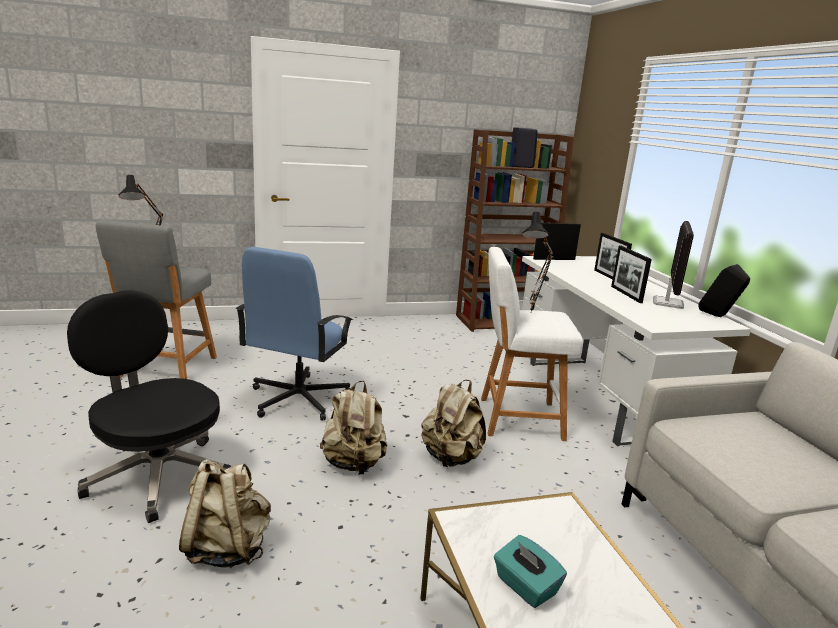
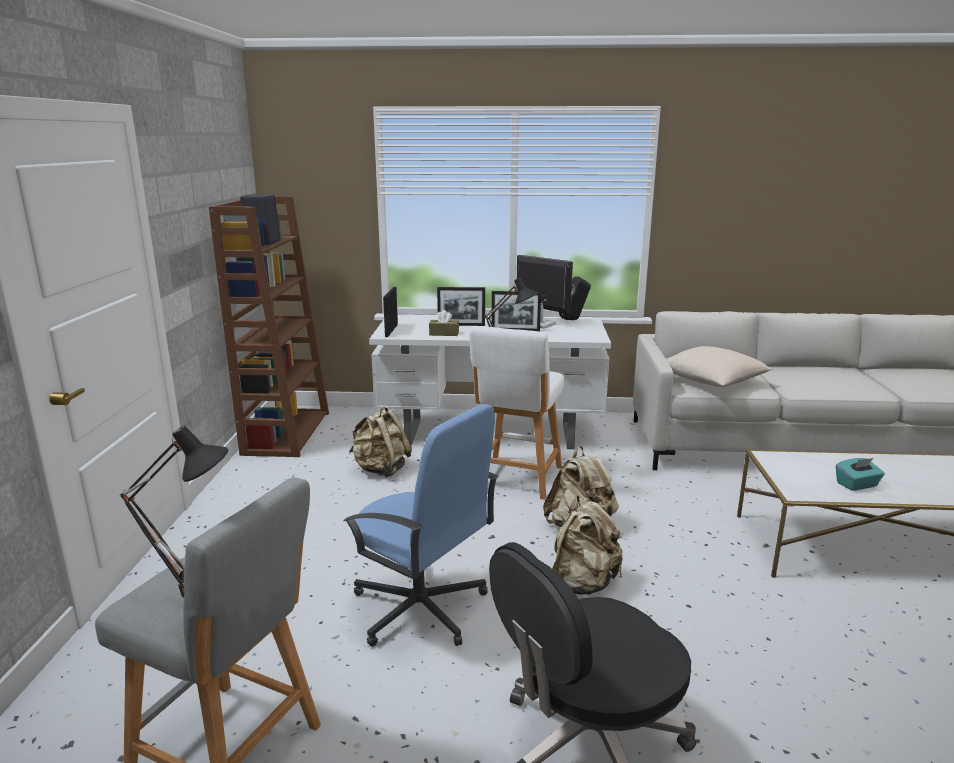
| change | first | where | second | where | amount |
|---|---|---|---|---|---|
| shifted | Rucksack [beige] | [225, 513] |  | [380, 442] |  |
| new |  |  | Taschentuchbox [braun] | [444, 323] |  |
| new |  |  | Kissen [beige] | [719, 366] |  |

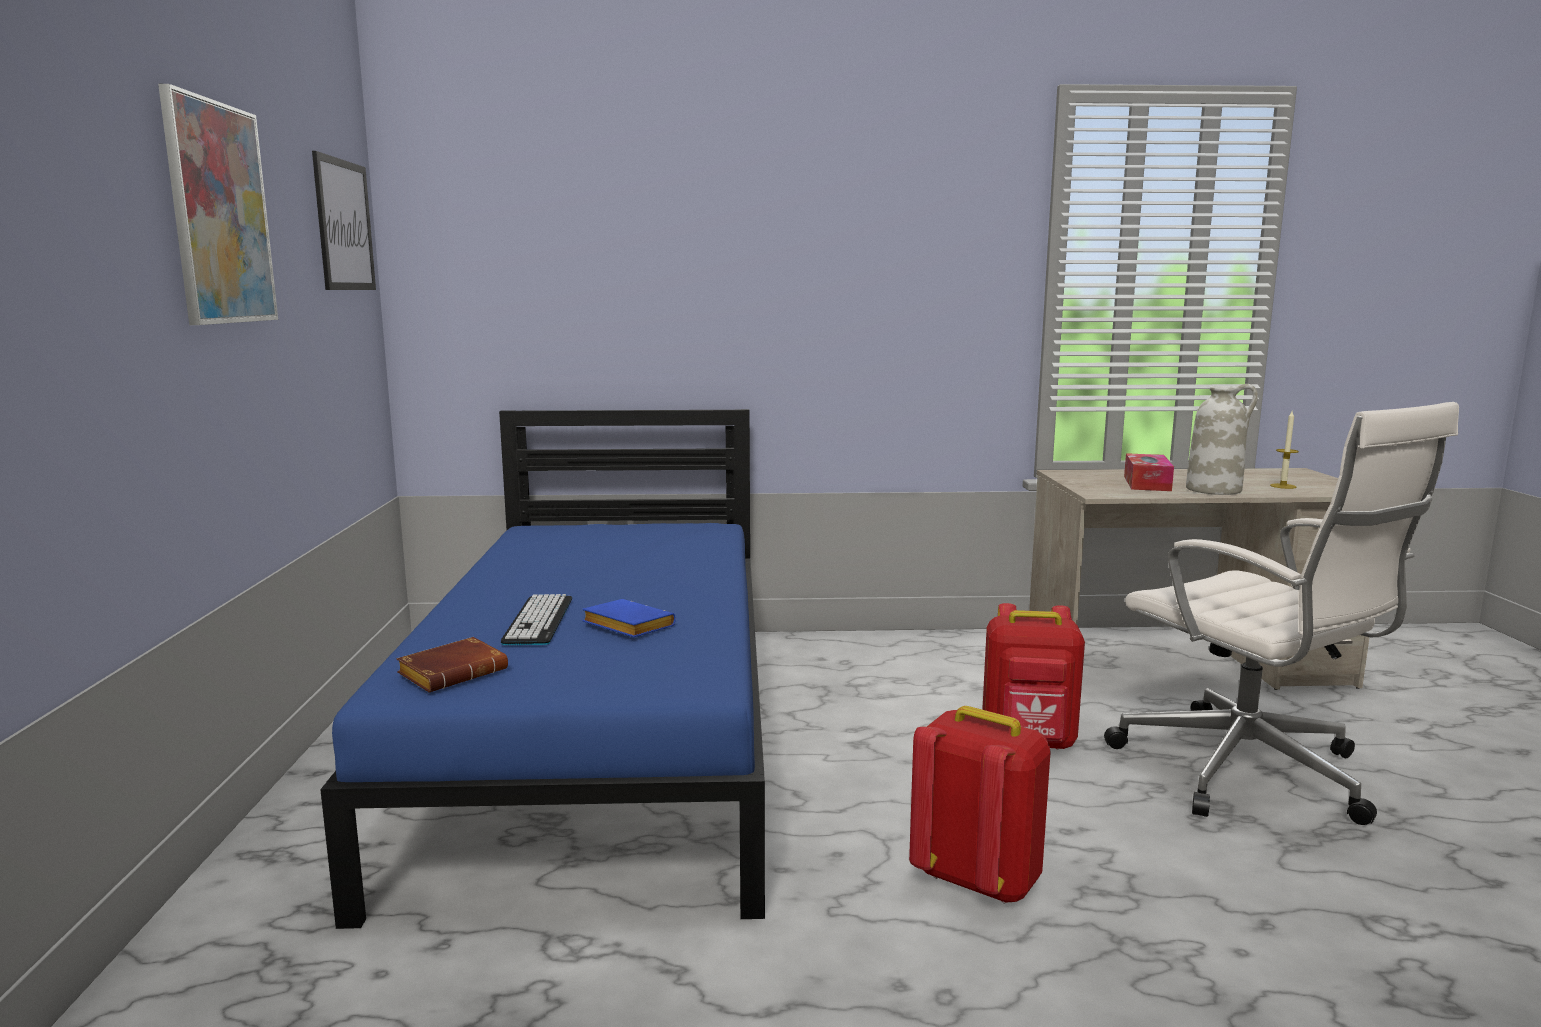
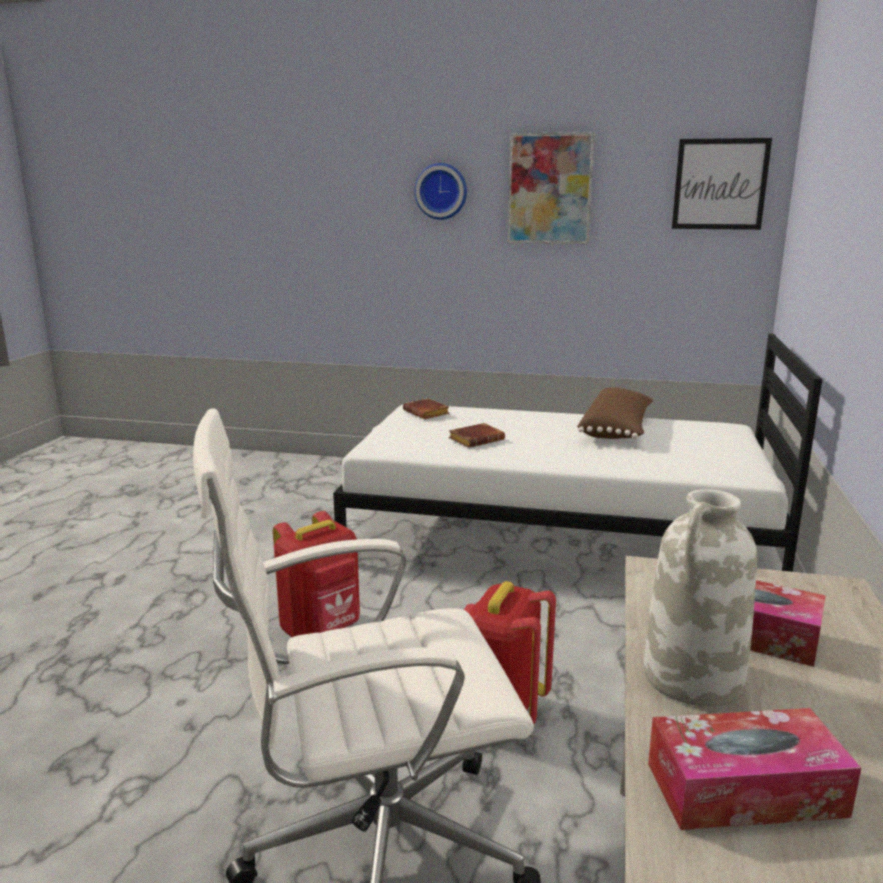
| change | first | where | second | where | amount |
|---|---|---|---|---|---|
| repainted | Bett [blau] | [542, 669] | Bett [weiß] | [577, 453] |  |
| new |  |  | Wanduhr | [440, 191] |  |
| repainted | Buch [blau] | [629, 618] | Buch [braun] | [477, 435] |  |
| new |  |  | Kissen [braun] | [615, 413] |  |
| swapped | Kerze | [1284, 450] | Taschentuchbox | [754, 769] |  |
| gone | Tastatur | [536, 619] |  |  |  |

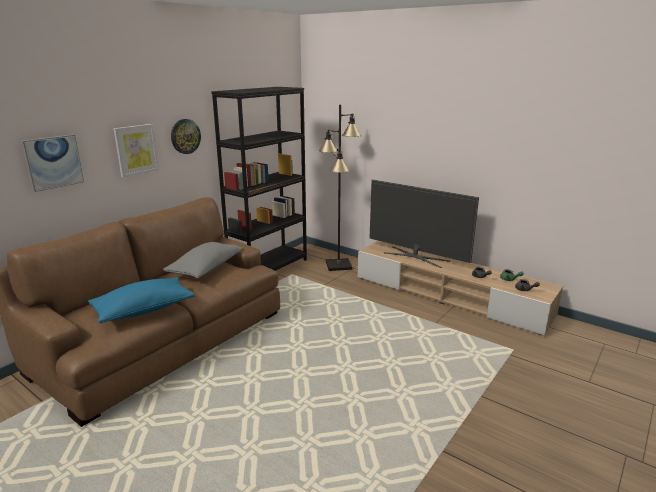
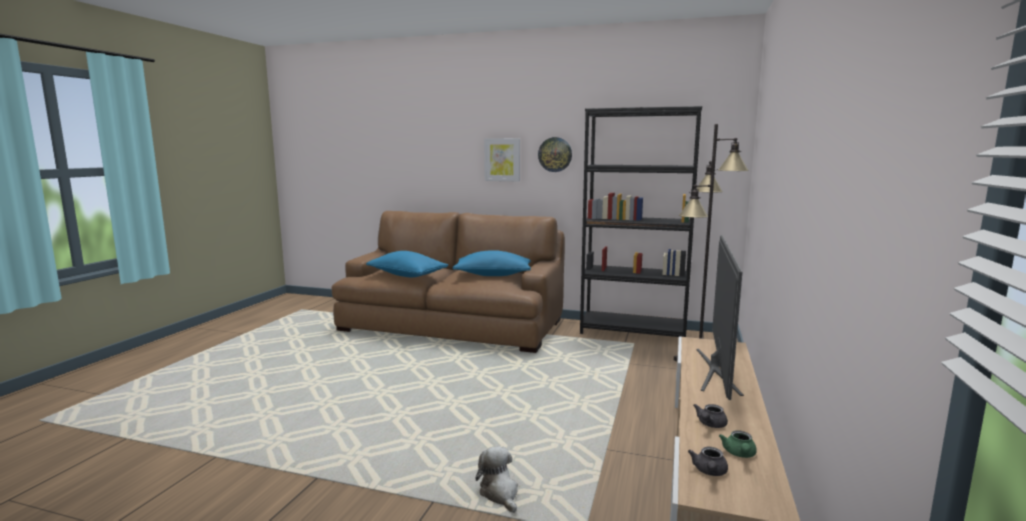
| change | first | where | second | where | amount |
|---|---|---|---|---|---|
| repainted | Kissen [grau] | [203, 260] | Kissen [blau] | [492, 263] |  |
| new |  |  | Plüschtier | [496, 479] |  |
| gone | Bild | [52, 163] |  |  |  |

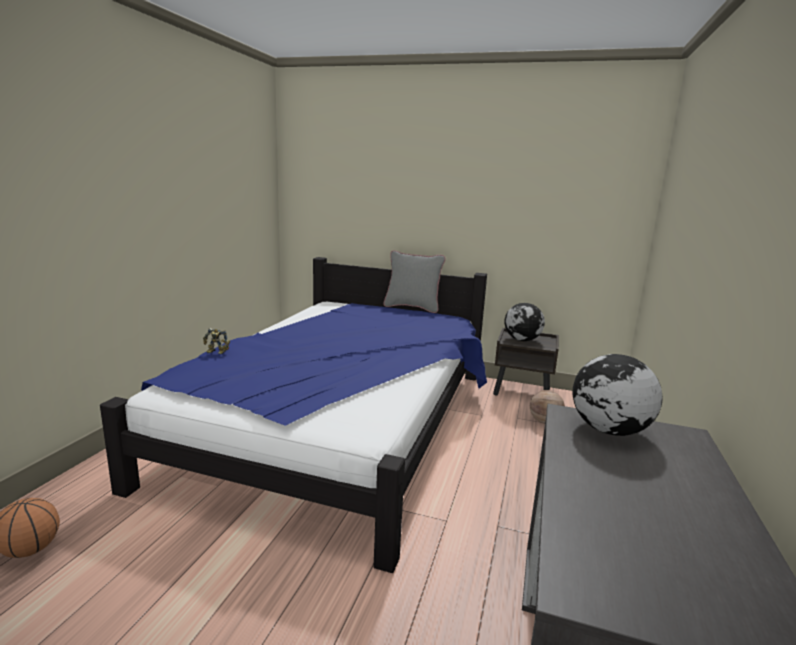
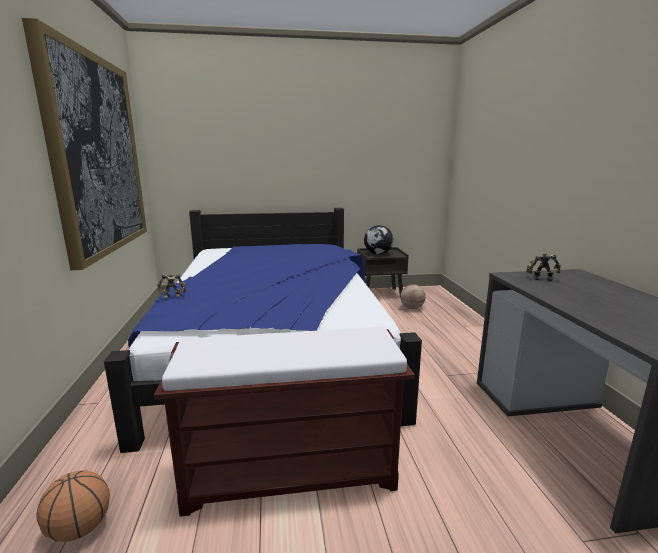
| change | first | where | second | where | amount |
|---|---|---|---|---|---|
| new |  |  | Bild | [84, 144] |  |
| new |  |  | Bank [braun] | [284, 421] |  |
| swapped | Globus | [617, 395] | Spielzeugroboter | [543, 267] |  |
| gone | Kissen [grau] | [414, 281] |  |  |  |

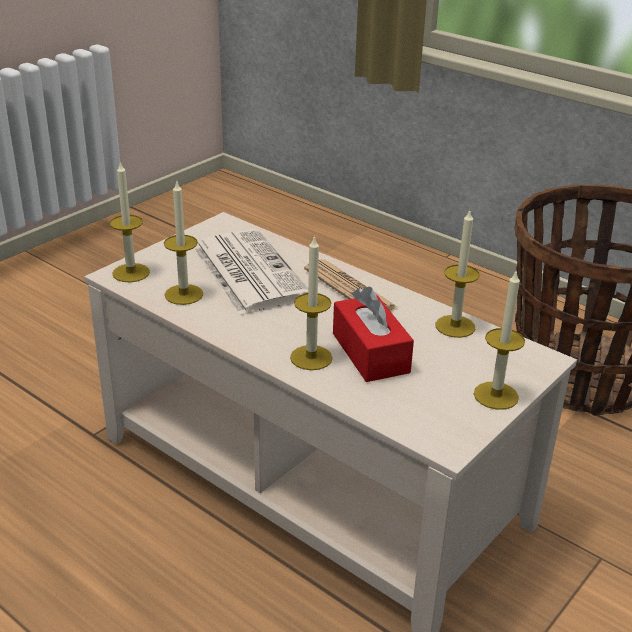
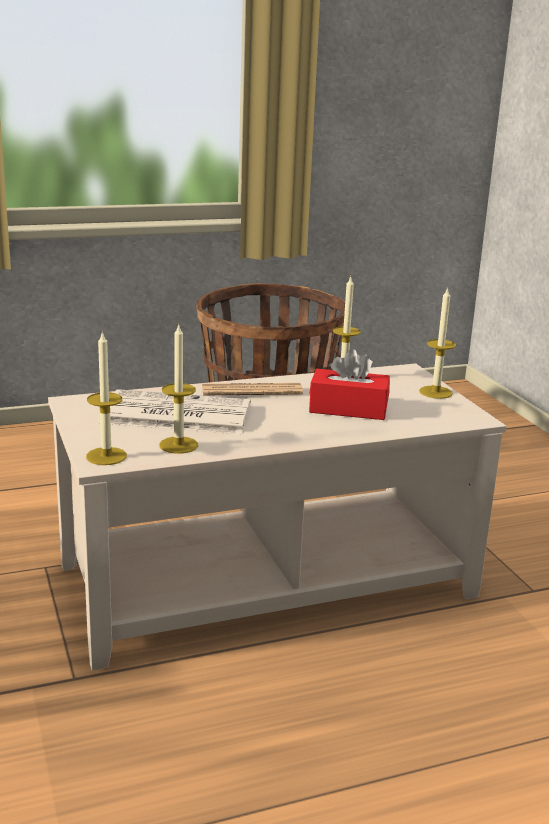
| change | first | where | second | where | amount |
|---|---|---|---|---|---|
| gone | Kerze | [311, 302] |  |  |  |

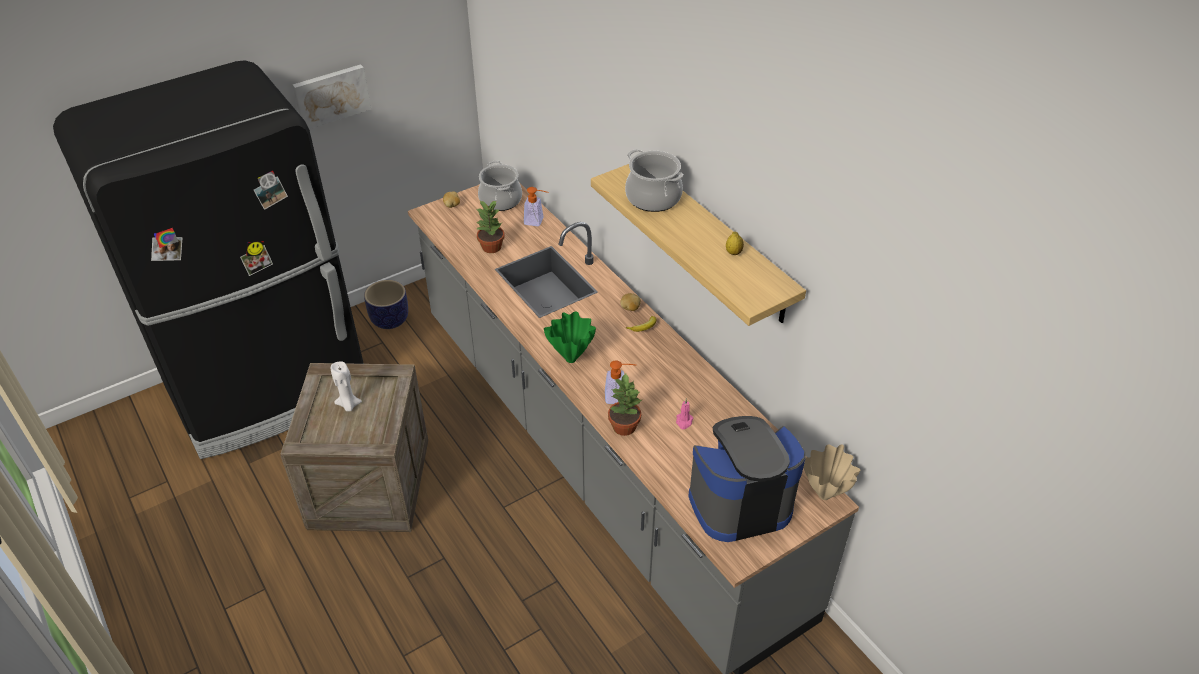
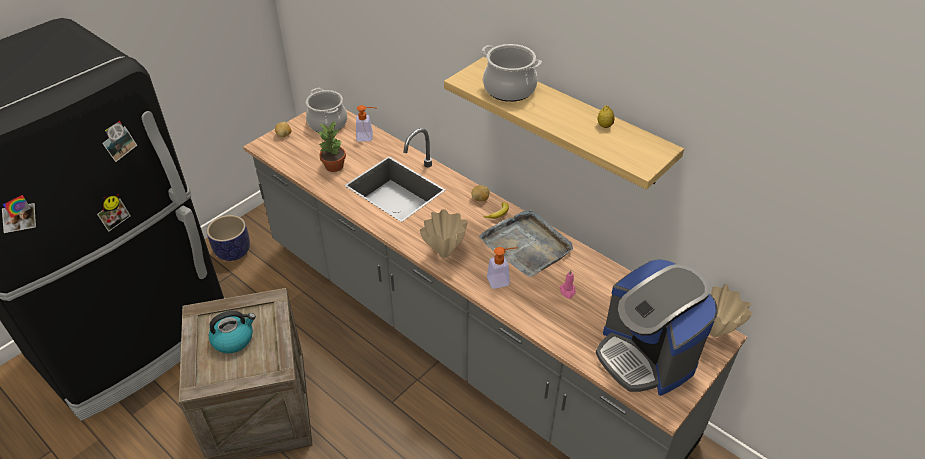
| change | first | where | second | where | amount |
|---|---|---|---|---|---|
| swapped | Kerze [weiß] | [346, 386] | Wasserkessel | [232, 332] |  |
| repainted | Vase [grün] | [570, 337] | Vase [beige] | [444, 233] |  |
| new |  |  | Tablett [grau] | [525, 243] |  |
| rotated | Kaffeemaschine | [747, 479] |  | [657, 327] | 90 degrees counterclockwise |
| gone | Bild | [332, 96] |  |  |  |
| gone | Topfpflanze | [625, 405] |  |  |  |

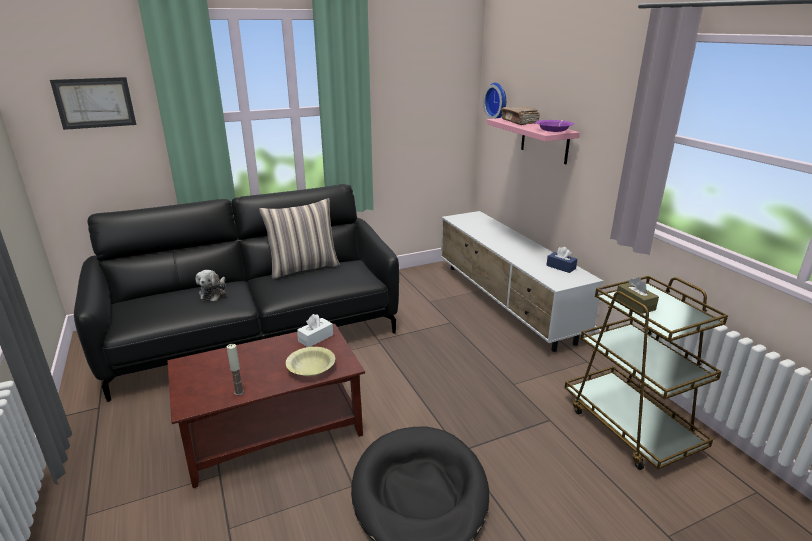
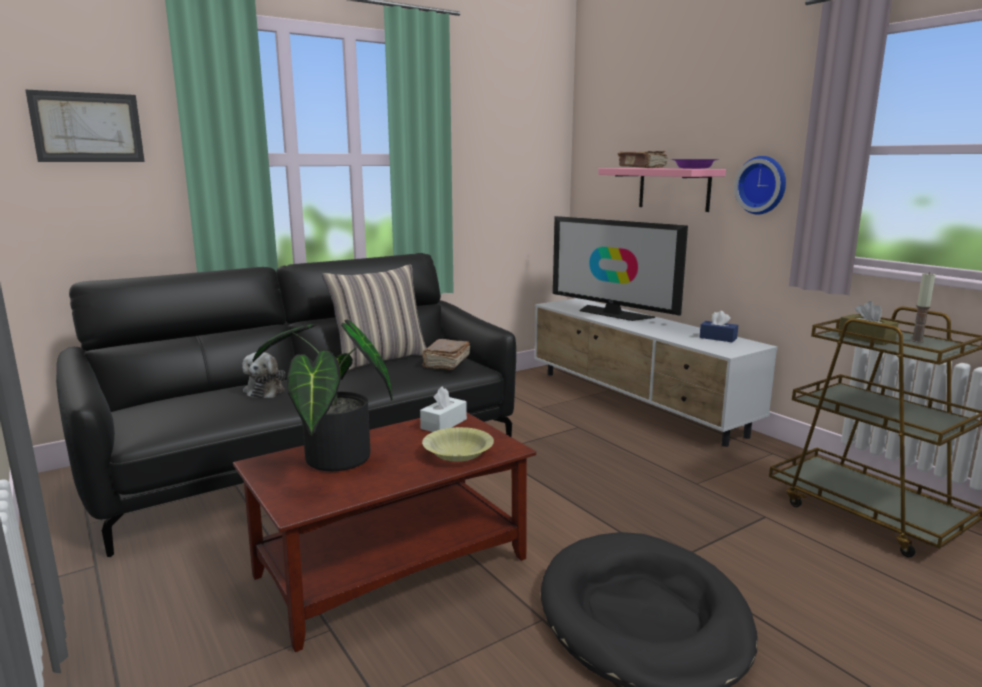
| change | first | where | second | where | amount |
|---|---|---|---|---|---|
| new |  |  | Topfpflanze | [322, 395] |  |
| new |  |  | Buch [braun] | [446, 354] |  |
| new |  |  | Fernseher | [620, 268] |  |
| shifted | Wanduhr | [494, 101] |  | [760, 185] |  |
| shifted | Kerze | [235, 370] |  | [923, 307] |  |

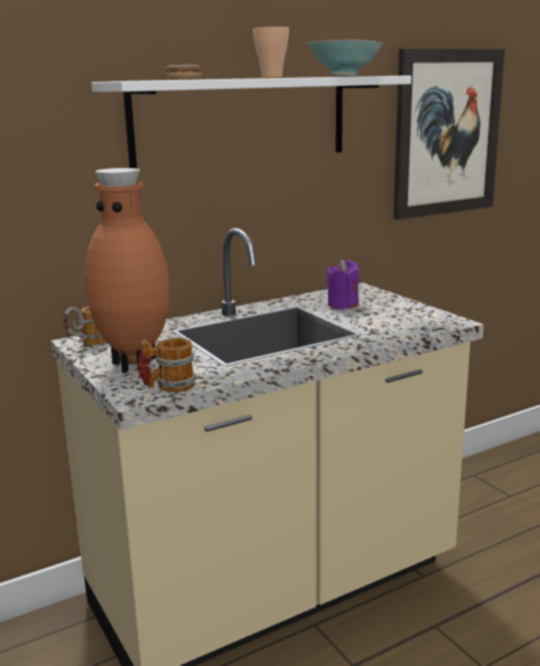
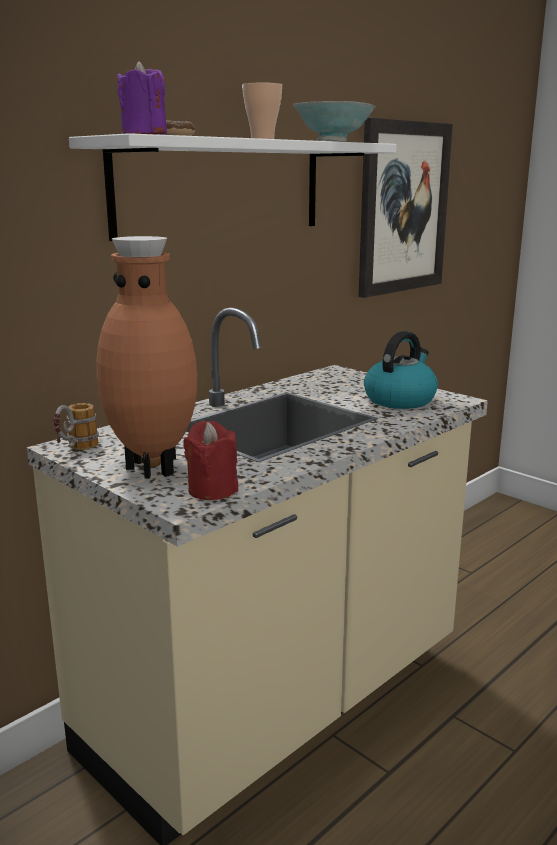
| change | first | where | second | where | amount |
|---|---|---|---|---|---|
| shifted | Kerze [lila] | [343, 284] |  | [142, 97] |  |
| swapped | Henkelbecher | [167, 364] | Kerze [rot] | [210, 460] |  |
| new |  |  | Wasserkessel | [401, 370] |  |

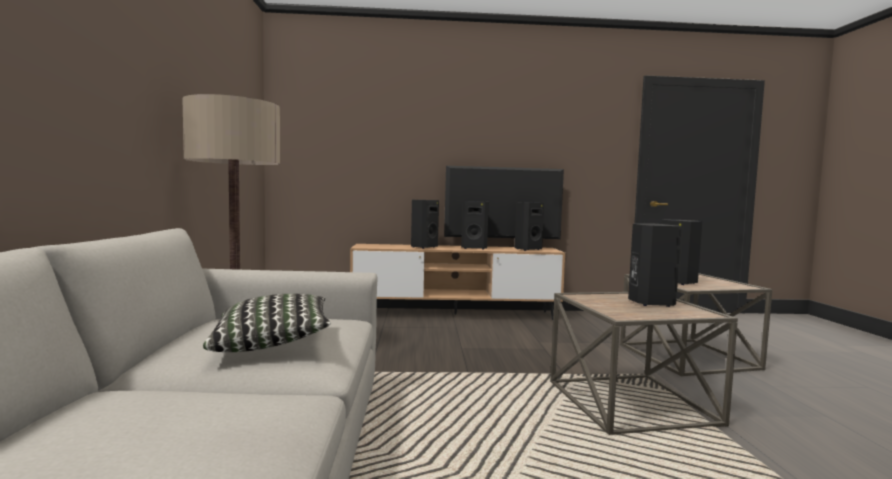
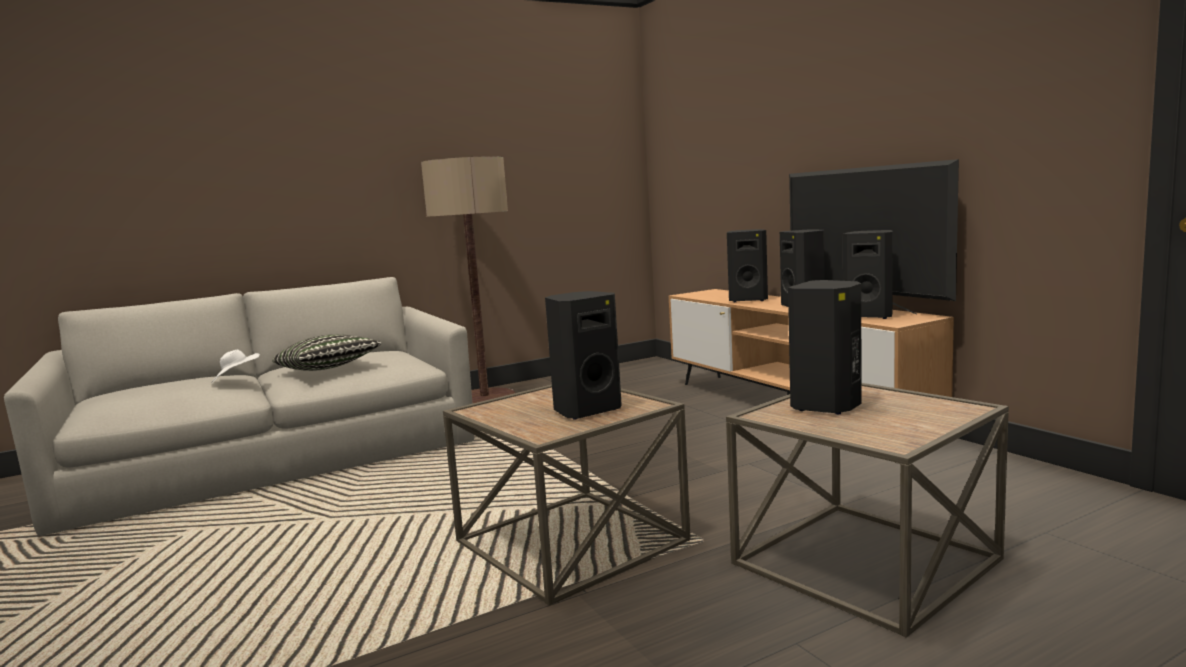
| change | first | where | second | where | amount |
|---|---|---|---|---|---|
| new |  |  | Hut [weiß] | [235, 366] |  |

